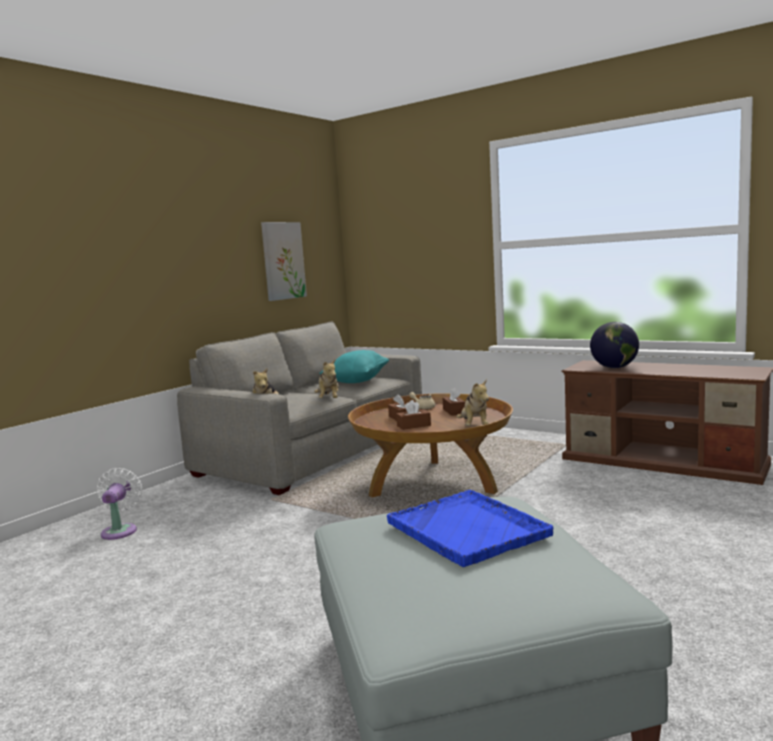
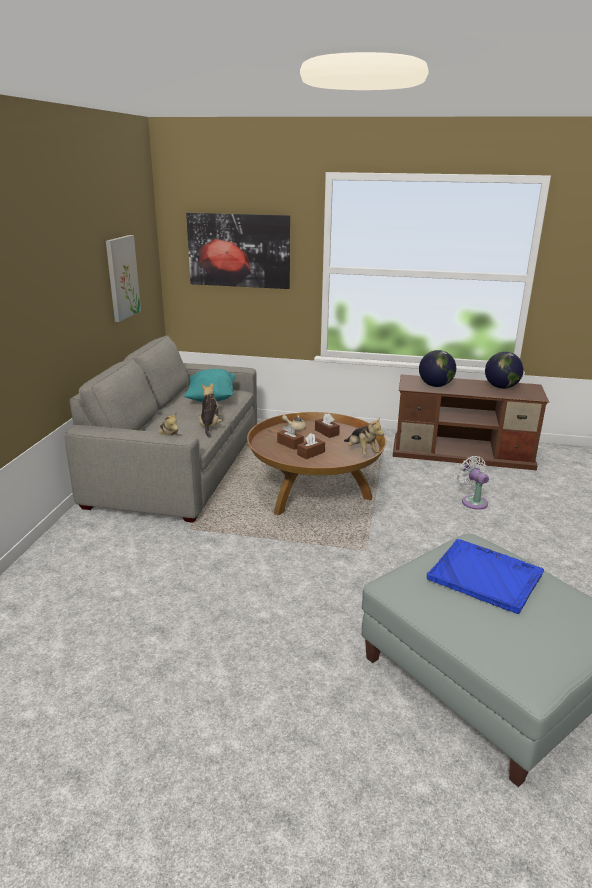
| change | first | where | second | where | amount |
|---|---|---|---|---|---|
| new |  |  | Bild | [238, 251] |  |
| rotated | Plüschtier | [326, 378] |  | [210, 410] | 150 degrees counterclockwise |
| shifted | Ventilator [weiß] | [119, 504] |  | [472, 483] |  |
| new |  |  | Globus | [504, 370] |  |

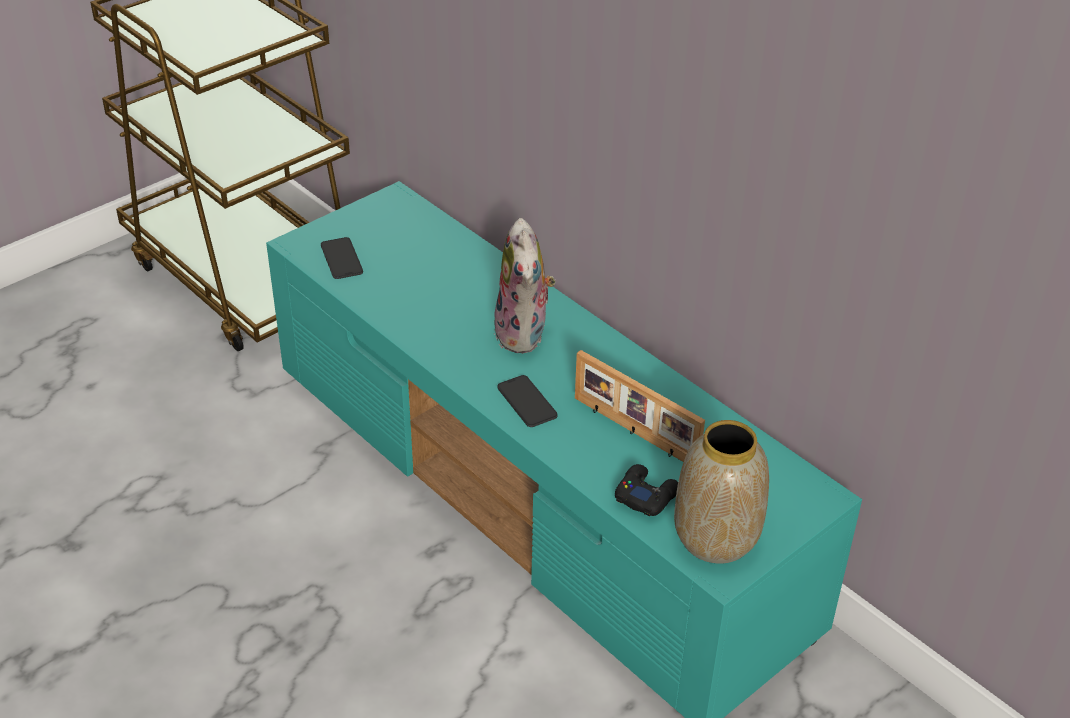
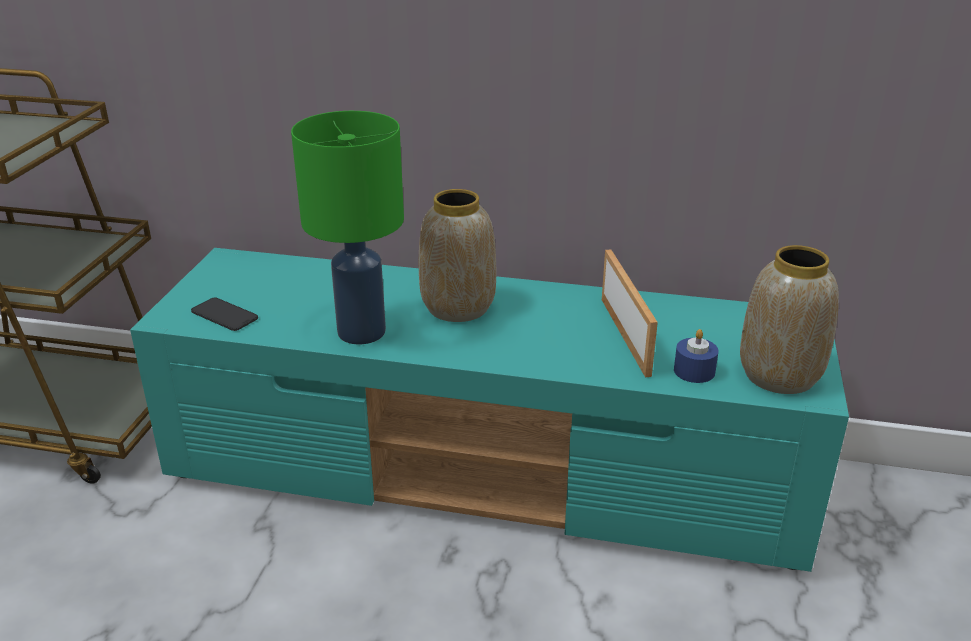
| change | first | where | second | where | amount |
|---|---|---|---|---|---|
| new |  |  | Tischlampe [grün] | [347, 227] |  |
| swapped | Plüschtier | [525, 286] | Vase | [457, 255] |  |
| rotated | Bilderrahmen | [640, 406] |  | [630, 313] | 105 degrees counterclockwise |
| swapped | Gamepad [schwarz] | [646, 490] | Kerze [blau] | [696, 356] |  |
| gone | Handy | [527, 401] |  |  |  |

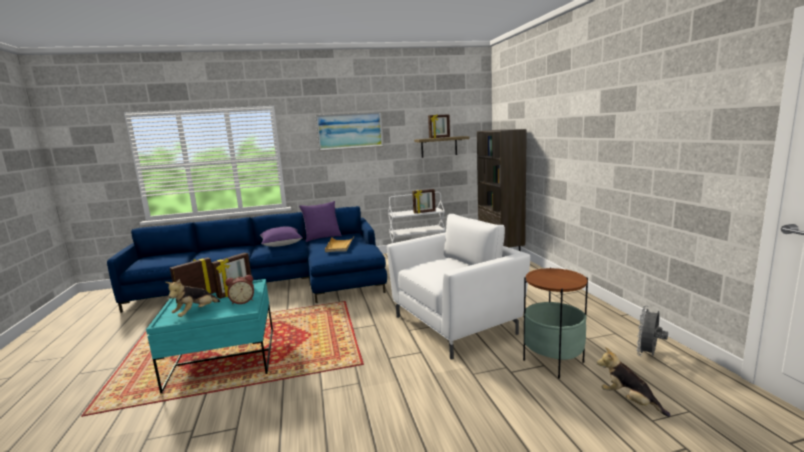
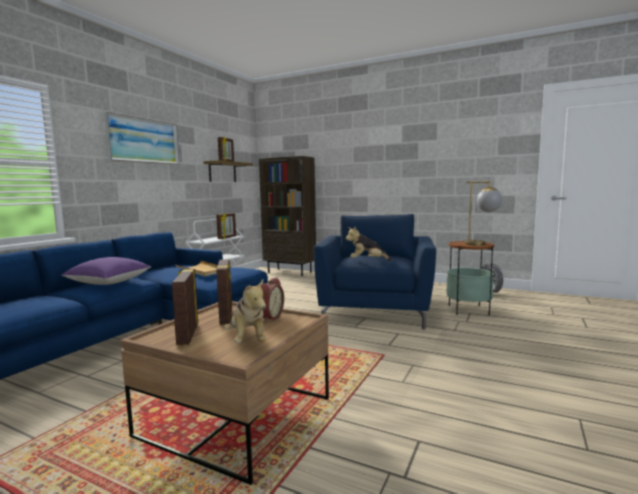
| change | first | where | second | where | amount |
|---|---|---|---|---|---|
| repainted | Couchtisch [türkis] | [209, 336] | Couchtisch [braun] | [224, 393] |  |
| repainted | Sessel [weiß] | [458, 286] | Sessel [blau] | [375, 271] |  |
| shifted | Plüschtier | [634, 382] |  | [369, 243] |  |
| new |  |  | Tischlampe | [484, 213] |  |
| gone | Kissen [lila] | [320, 221] |  |  |  |

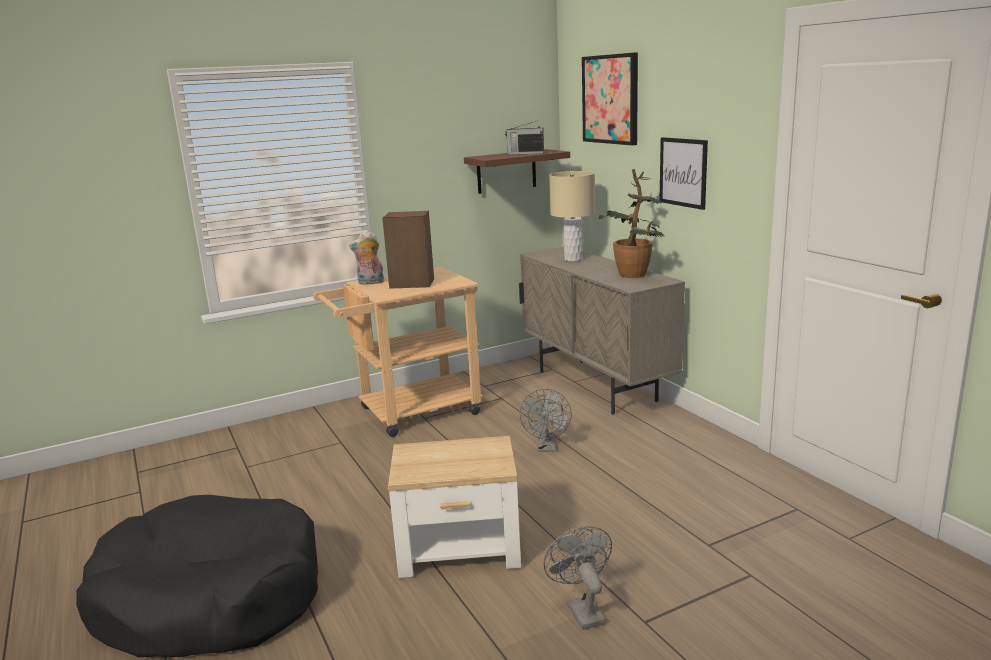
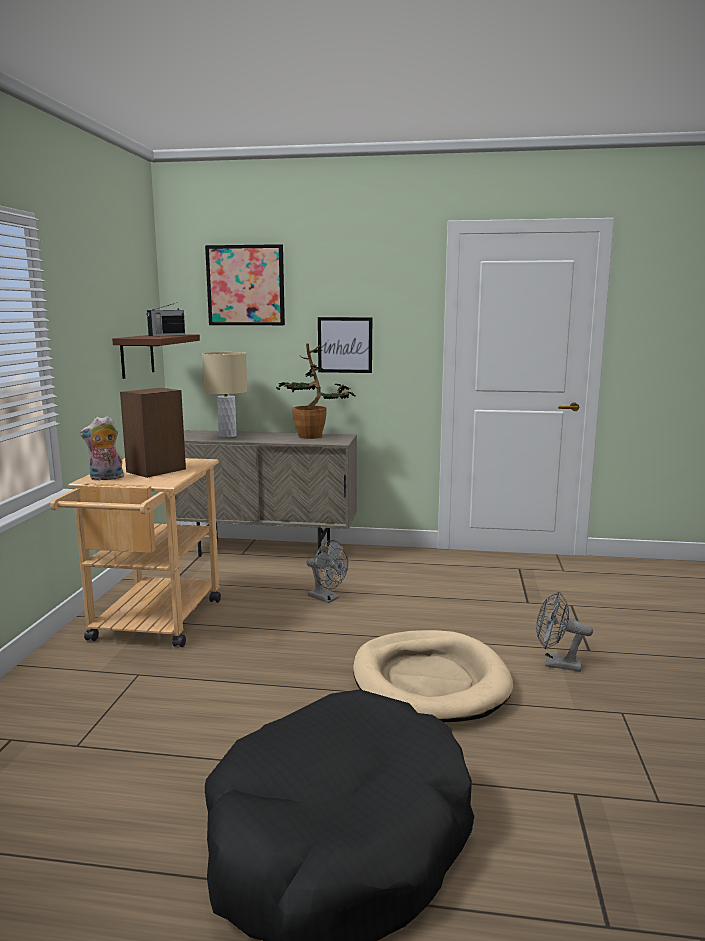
| change | first | where | second | where | amount |
|---|---|---|---|---|---|
| rotated | Plüschtier | [367, 258] |  | [102, 448] | 45 degrees clockwise |
| swapped | Beistelltisch | [454, 507] | Hundebett [beige] | [433, 676] |  |

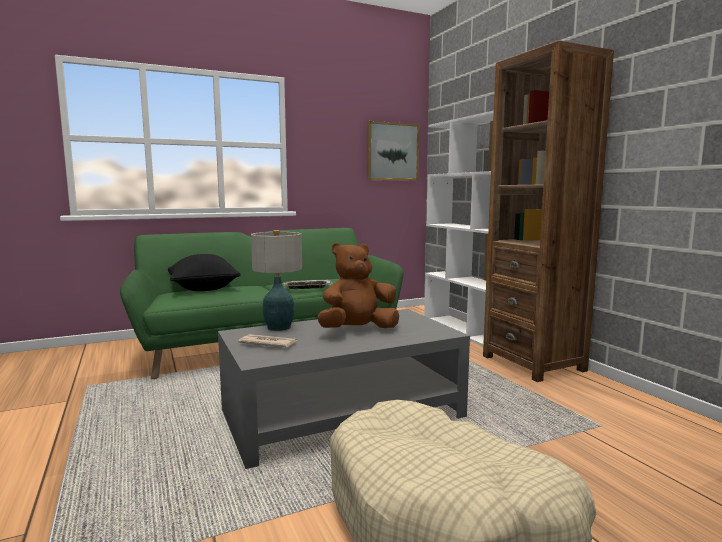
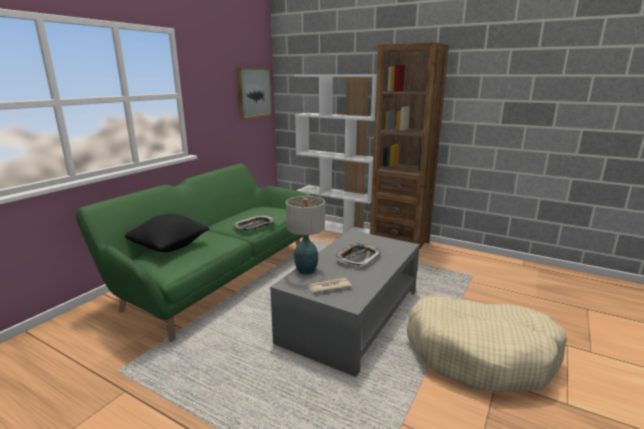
| change | first | where | second | where | amount |
|---|---|---|---|---|---|
| swapped | Plüschtier [braun] | [358, 285] | Tablett | [358, 254] |  |

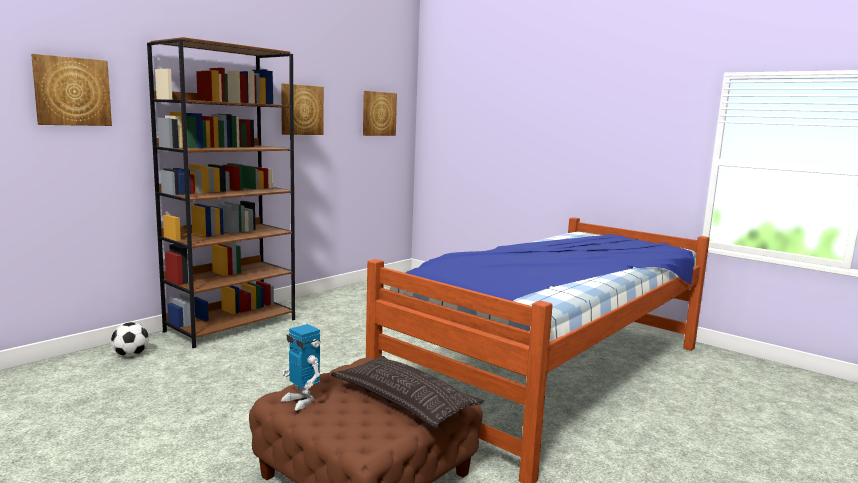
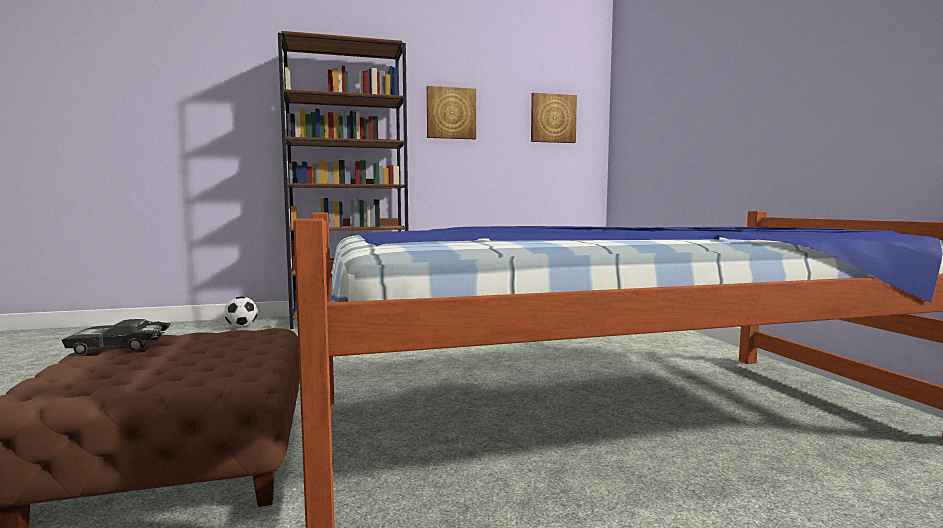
| change | first | where | second | where | amount |
|---|---|---|---|---|---|
| swapped | Spielzeugroboter | [300, 367] | Spielzeugauto [schwarz] | [116, 336] |  |
| gone | Bild | [71, 90] |  |  |  |
| gone | Kissen | [407, 392] |  |  |  |

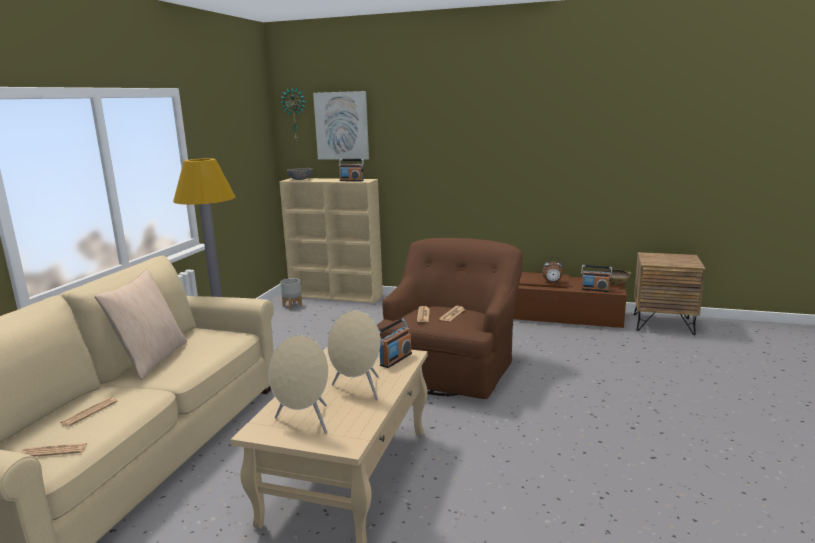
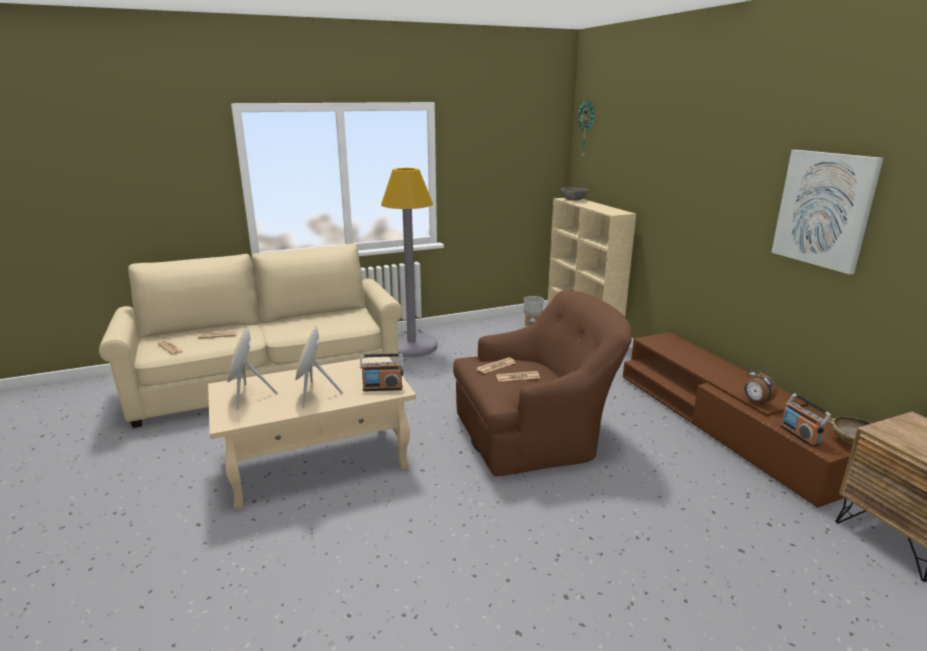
| change | first | where | second | where | amount |
|---|---|---|---|---|---|
| shifted | Bild | [341, 125] |  | [827, 212] |  |
| gone | Kissen [beige] | [141, 324] |  |  |  |
| gone | Radio | [351, 170] |  |  |  |

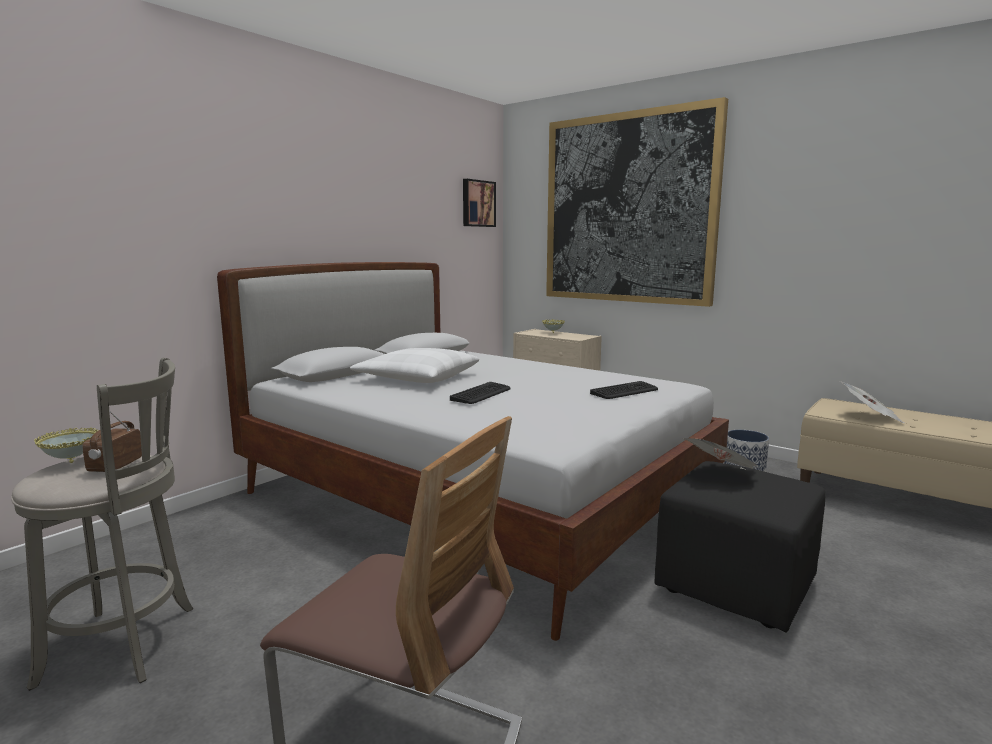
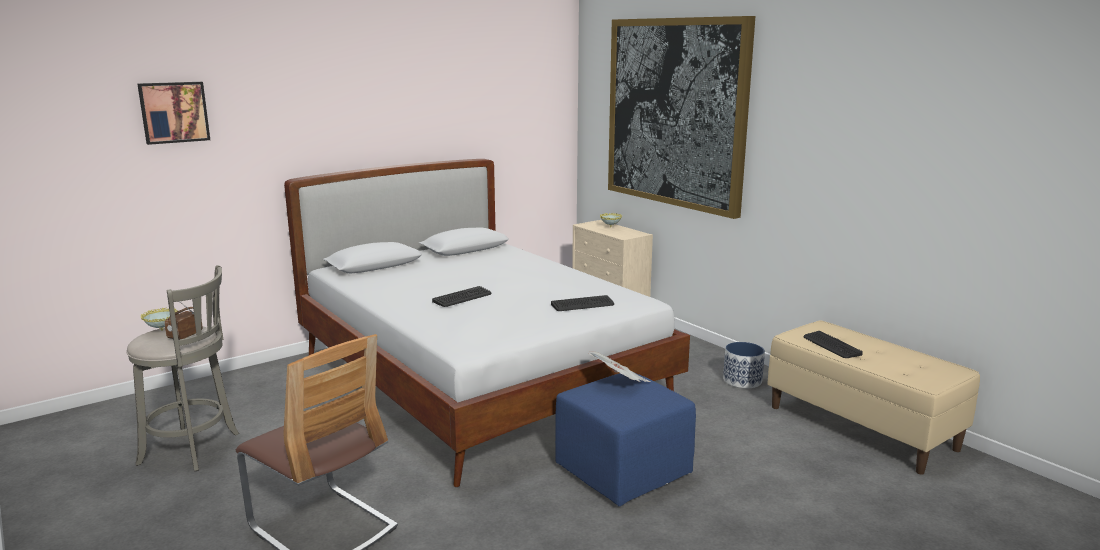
| change | first | where | second | where | amount |
|---|---|---|---|---|---|
| shifted | Bild | [479, 203] |  | [173, 113] |  |
| repainted | Polsterhocker [schwarz] | [739, 547] | Polsterhocker [blau] | [625, 439] |  |
| swapped | Zeitung | [872, 402] | Tastatur | [833, 344] |  |
| gone | Kissen [weiß] | [414, 365] |  |  |  |

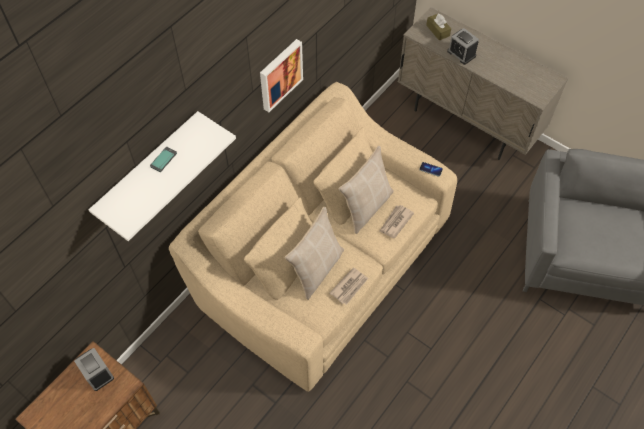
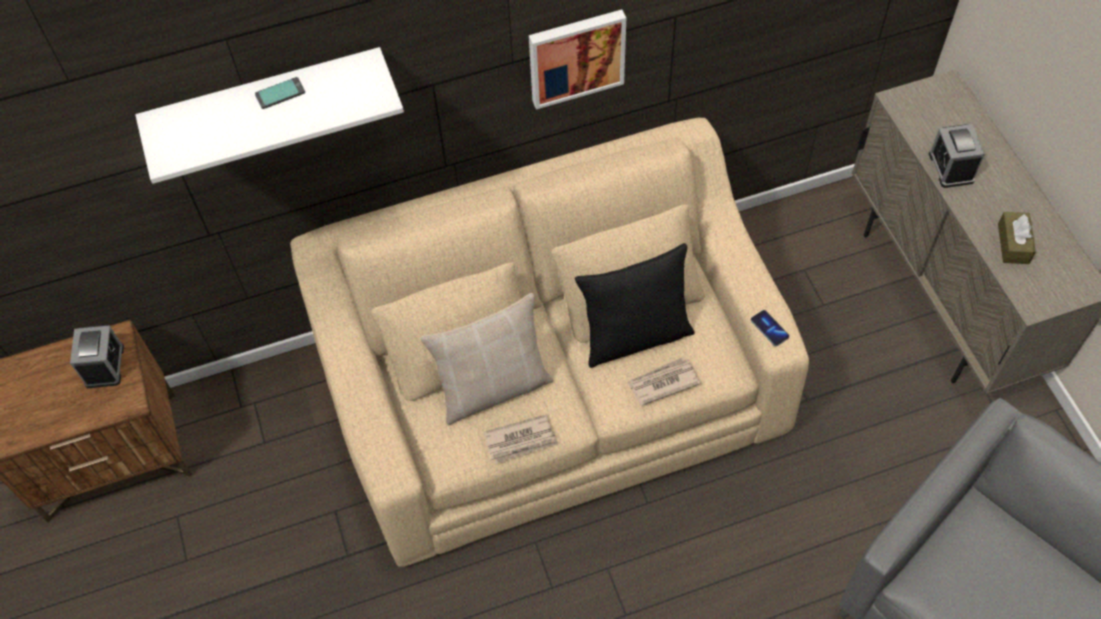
| change | first | where | second | where | amount |
|---|---|---|---|---|---|
| repainted | Kissen [beige] | [366, 190] | Kissen [schwarz] | [635, 305] |  |
| shifted | Taschentuchbox [braun] | [438, 27] |  | [1017, 238] |  |

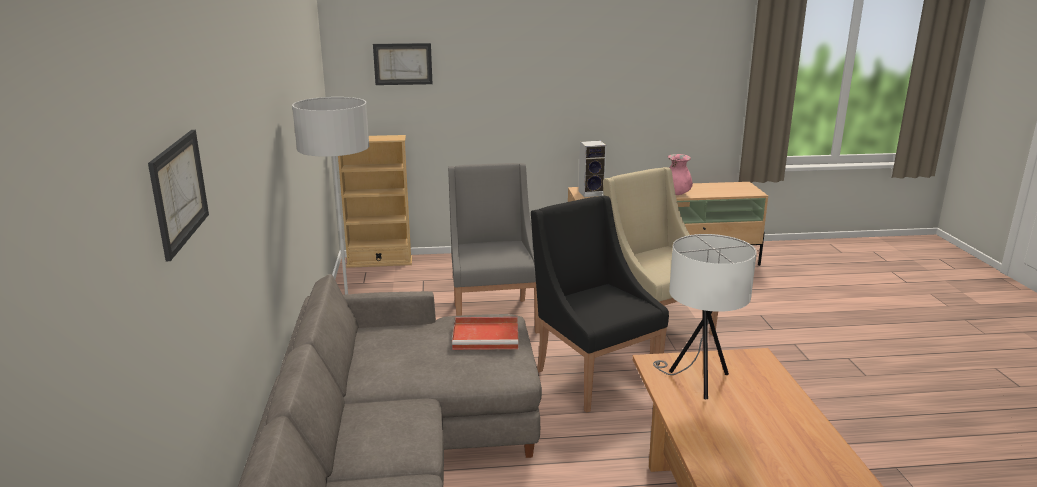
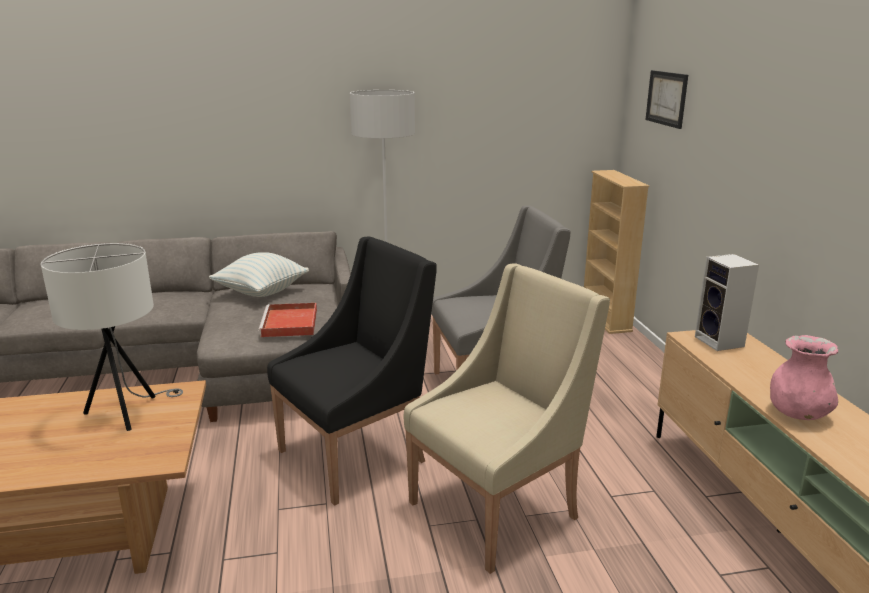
| change | first | where | second | where | amount |
|---|---|---|---|---|---|
| new |  |  | Kissen | [259, 274] |  |
| gone | Bild | [178, 195] |  |  |  |

